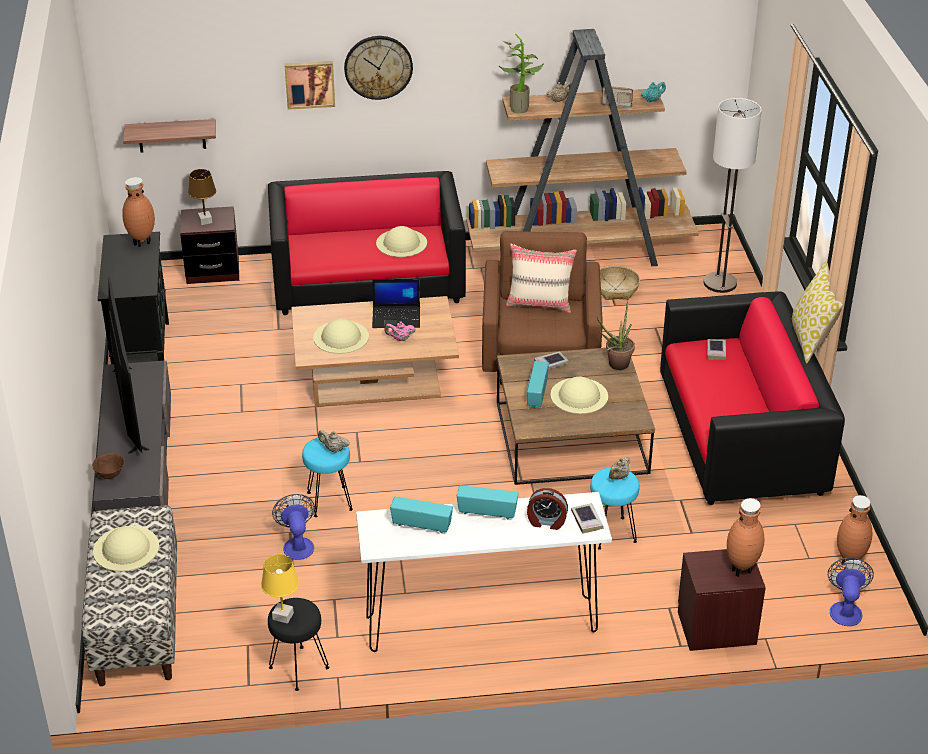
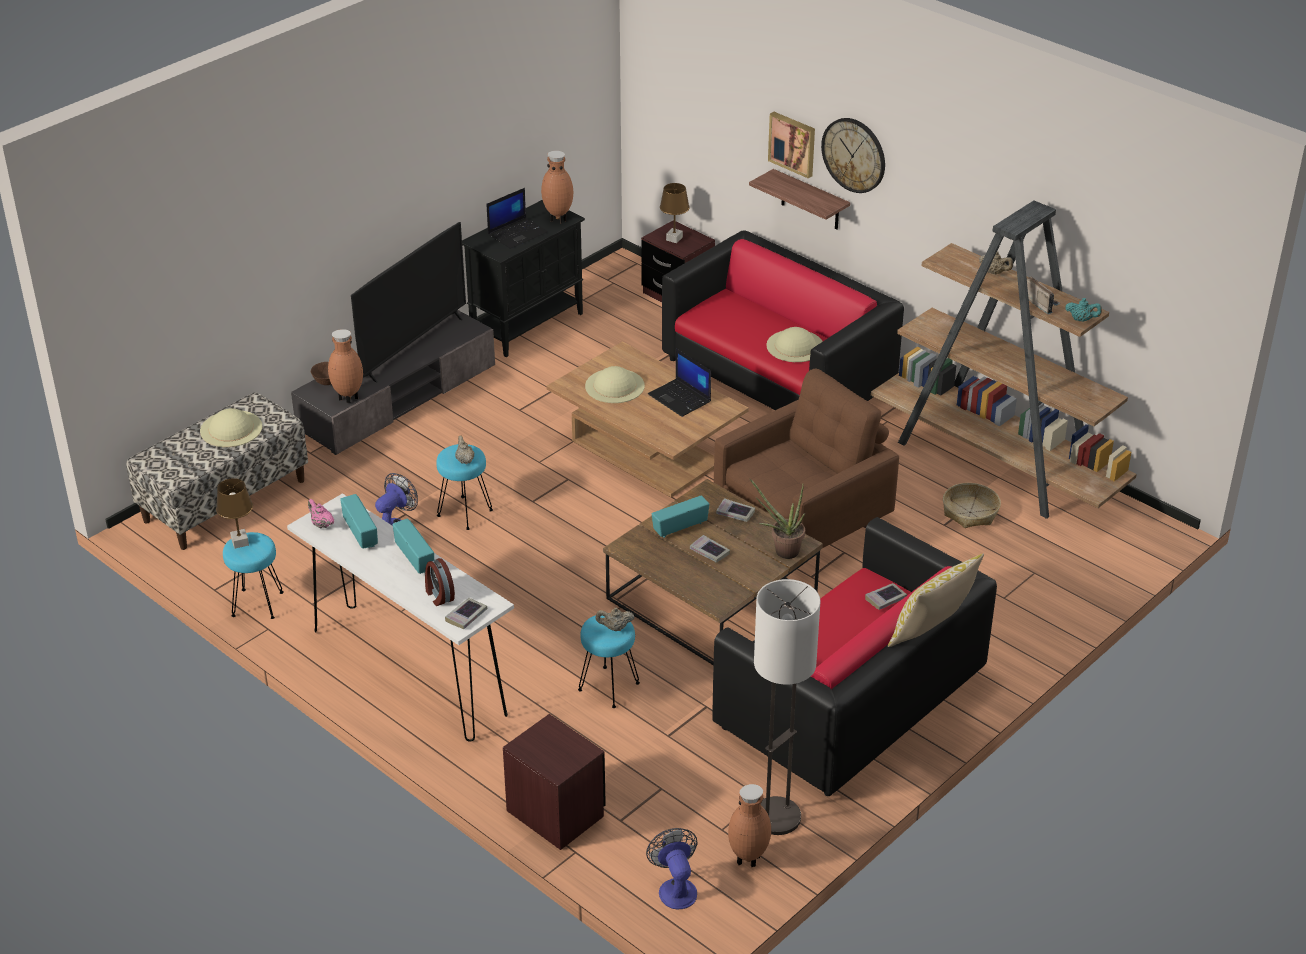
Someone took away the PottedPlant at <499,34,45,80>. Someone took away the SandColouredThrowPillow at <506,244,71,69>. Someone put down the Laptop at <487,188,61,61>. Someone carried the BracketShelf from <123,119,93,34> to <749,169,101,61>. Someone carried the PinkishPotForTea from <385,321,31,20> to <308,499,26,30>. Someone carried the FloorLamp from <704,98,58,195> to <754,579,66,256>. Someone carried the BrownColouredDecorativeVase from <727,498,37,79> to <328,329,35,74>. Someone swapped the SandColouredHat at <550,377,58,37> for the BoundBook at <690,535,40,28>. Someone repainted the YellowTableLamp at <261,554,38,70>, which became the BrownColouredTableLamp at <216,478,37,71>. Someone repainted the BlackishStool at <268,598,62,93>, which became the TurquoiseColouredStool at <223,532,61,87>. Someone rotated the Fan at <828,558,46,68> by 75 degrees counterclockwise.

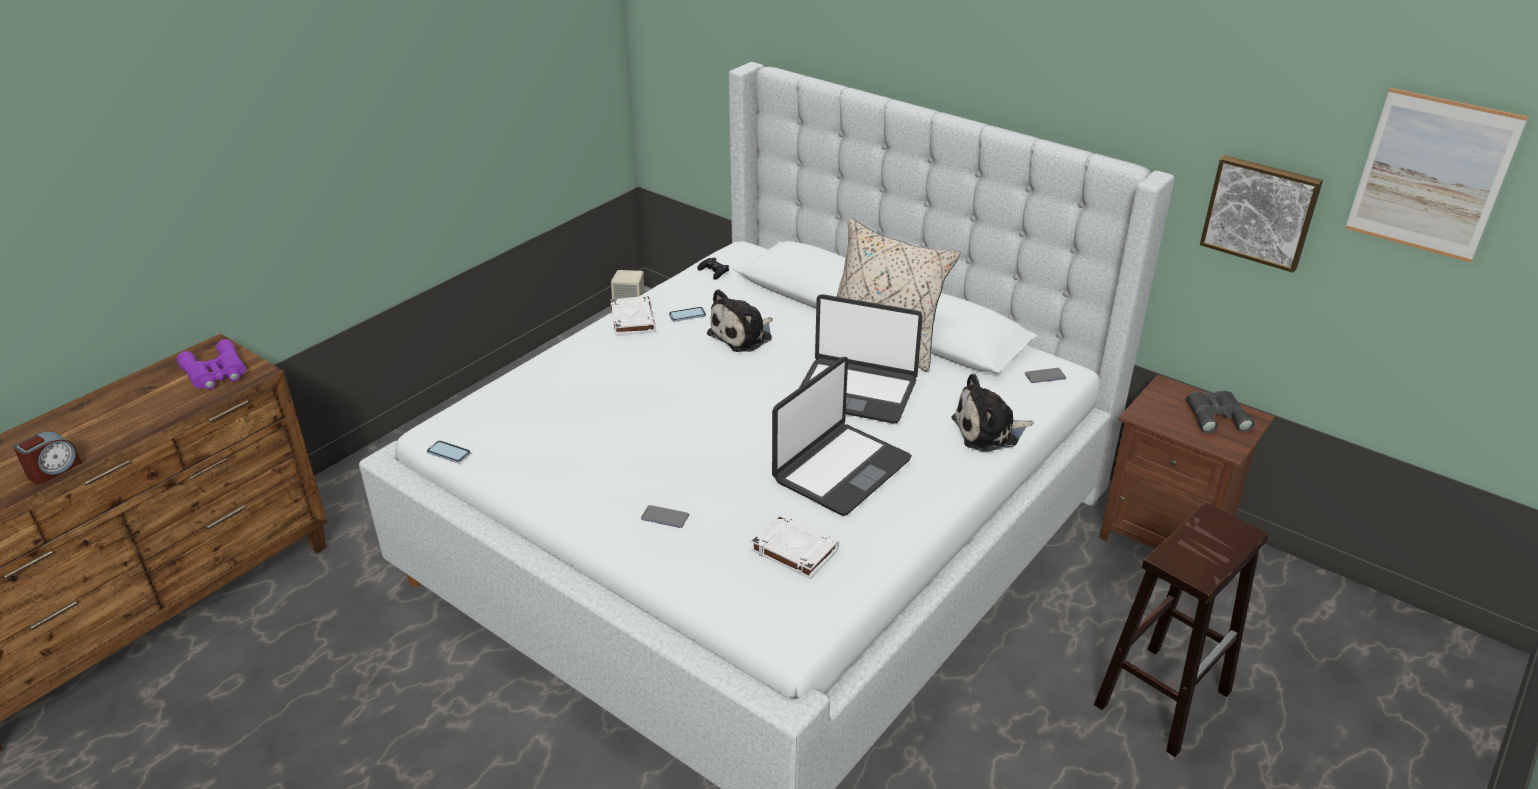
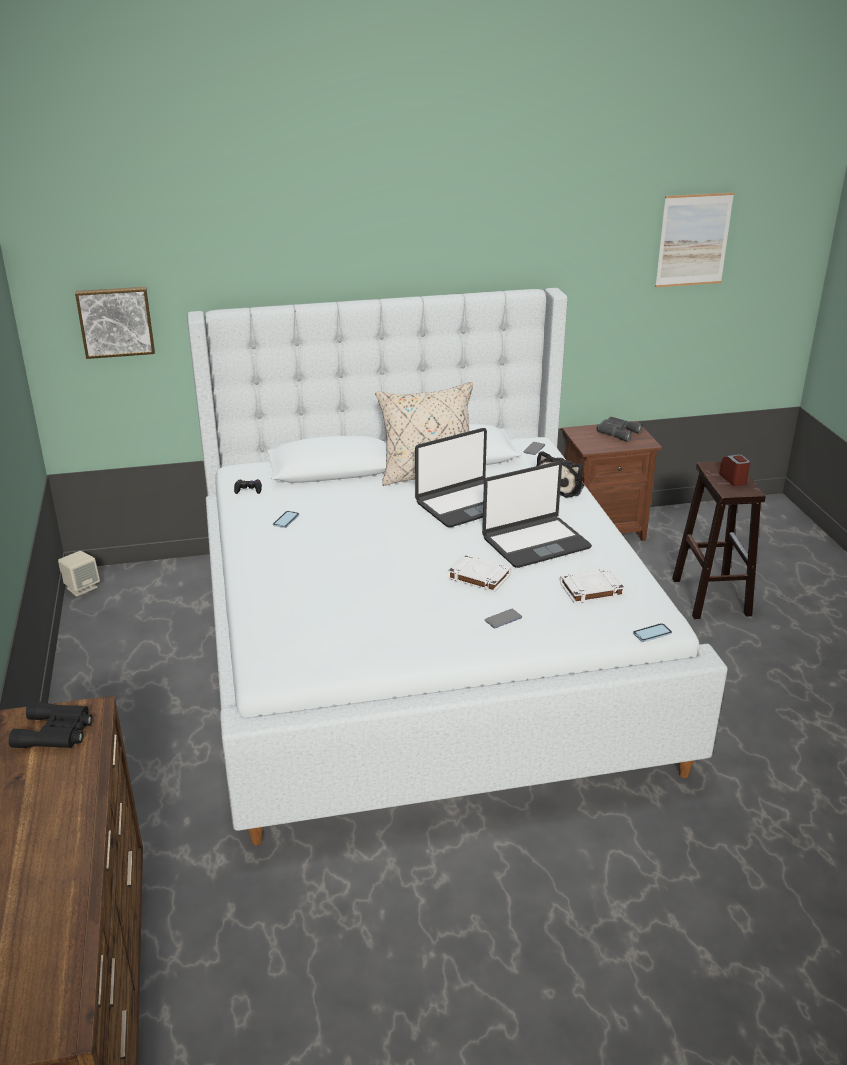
Someone took away the SoftToy at <707,289,66,63>. Someone carried the TableClock from <14,431,68,54> to <719,454,31,32>. Someone carried the Telephone from <427,440,43,23> to <633,623,39,19>. Someone carried the WhiteColouredBoundBook from <611,296,45,40> to <448,554,63,38>. Someone carried the WallPicture from <1200,155,123,118> to <75,287,80,72>. Someone repainted the PurpleFieldGlasses at <177,339,69,50>, which became the BlackishFieldGlasses at <9,701,83,47>. Someone rotated the Laptop at <772,357,140,159> by 75 degrees clockwise.

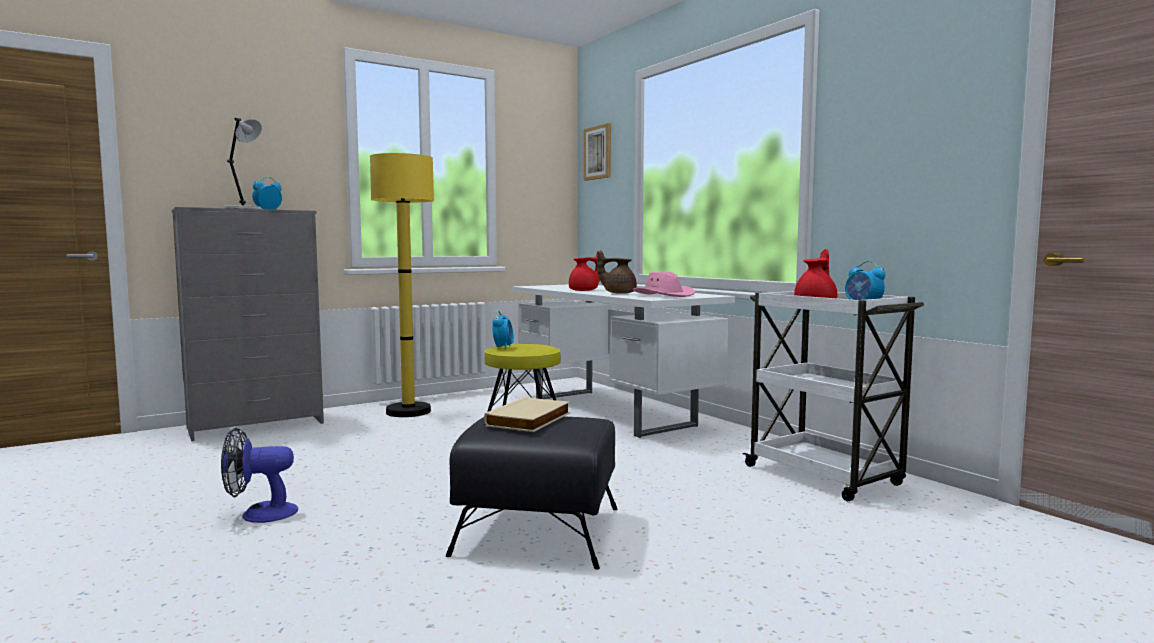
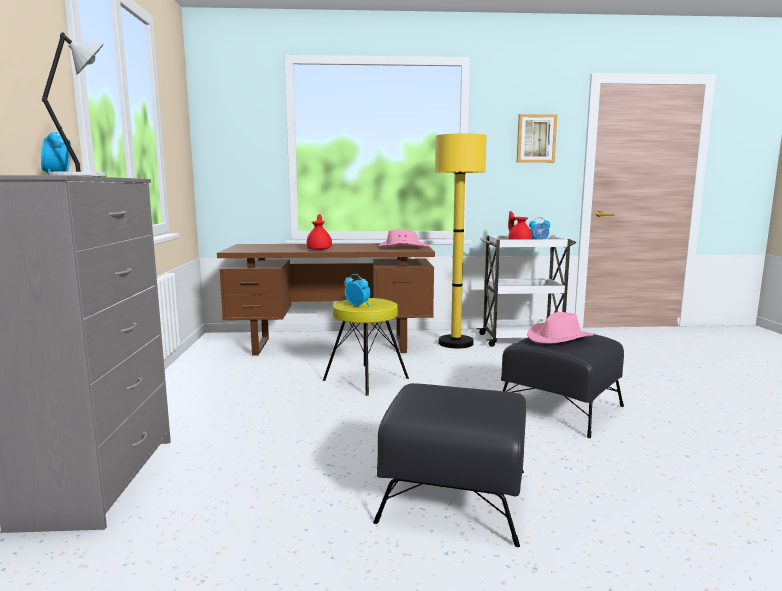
Someone took away the BrownColouredPotForTea at <597,251,40,43>. Someone carried the YellowFloorLamp from <370,153,64,264> to <435,133,52,215>. Someone carried the WallPicture from <584,123,27,58> to <517,114,40,49>. Someone swapped the Fan at <221,428,77,95> for the BlackishOttoman at <373,383,153,164>. Someone swapped the SandColouredBoundBook at <484,397,86,35> for the PinkishHat at <527,312,67,32>. Someone repainted the WhiteColouredDesk at <512,284,223,154>, which became the BrownColouredDesk at <217,243,218,113>.

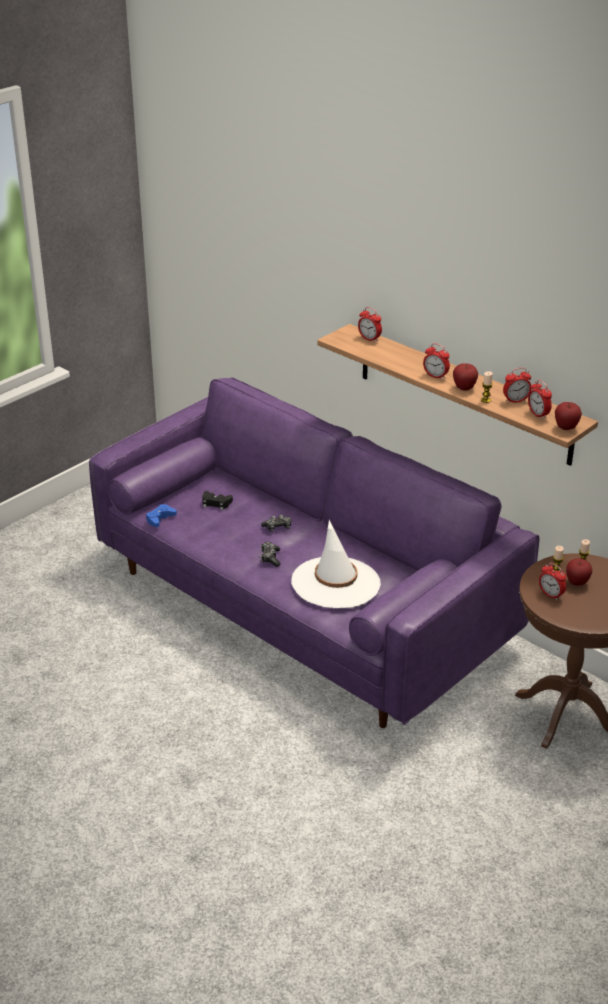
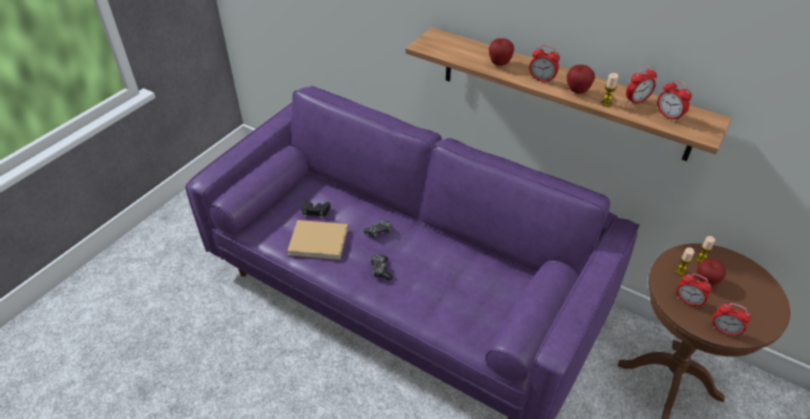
Someone took away the BluishGameController at <146,504,31,23>. Someone took away the WhiteColouredHat at <291,520,90,89>. Someone put down the SandColouredBoundBook at <287,220,61,40>. Someone carried the TableClock from <358,307,24,36> to <712,303,39,34>. Someone carried the AppleFruit from <555,402,27,28> to <489,38,25,28>.

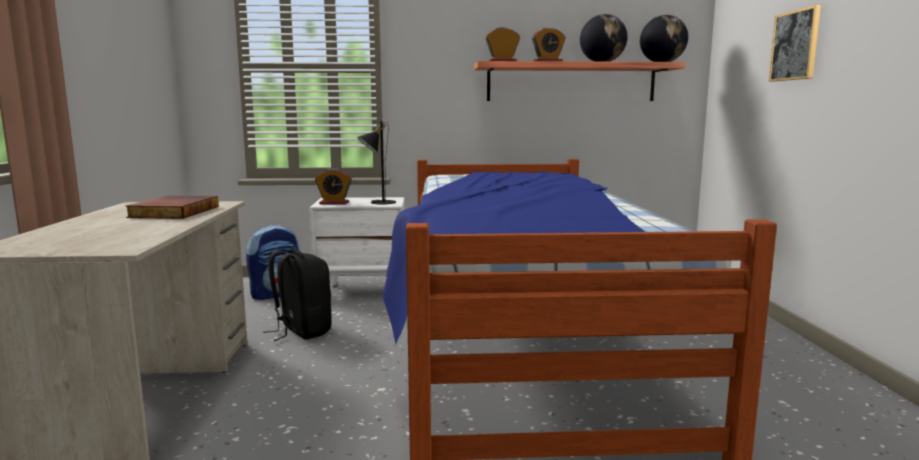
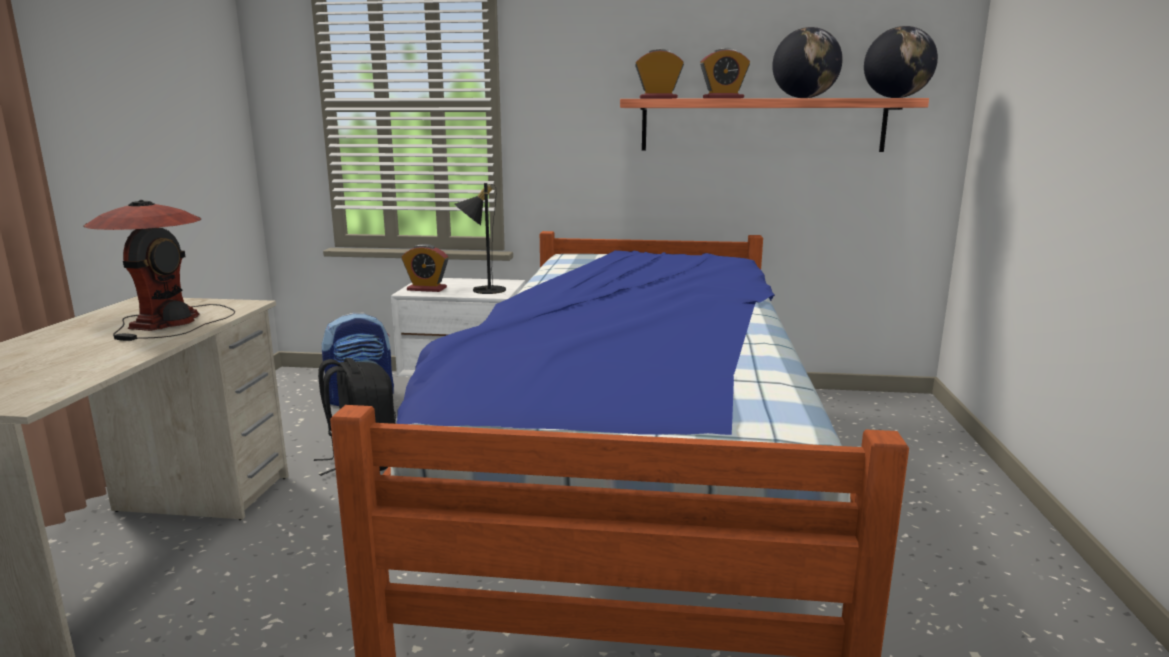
Someone took away the WallPicture at <769,5,52,77>. Someone swapped the BoundBook at <125,195,94,24> for the TableLamp at <83,200,152,141>.

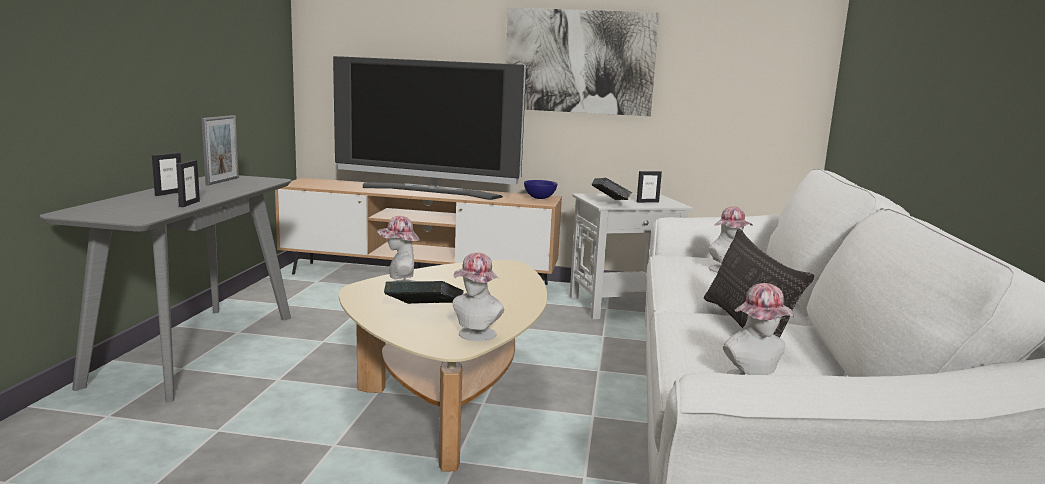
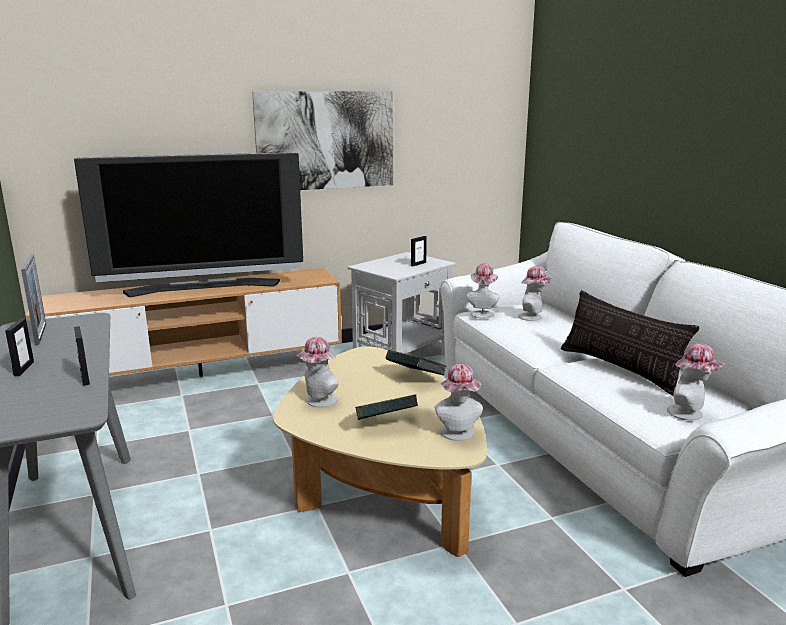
Someone took away the BluishDeepDish at <524,180,33,19>. Someone put down the Hat at <467,263,33,56>. Someone carried the BoundBook from <591,178,41,22> to <385,350,62,25>.

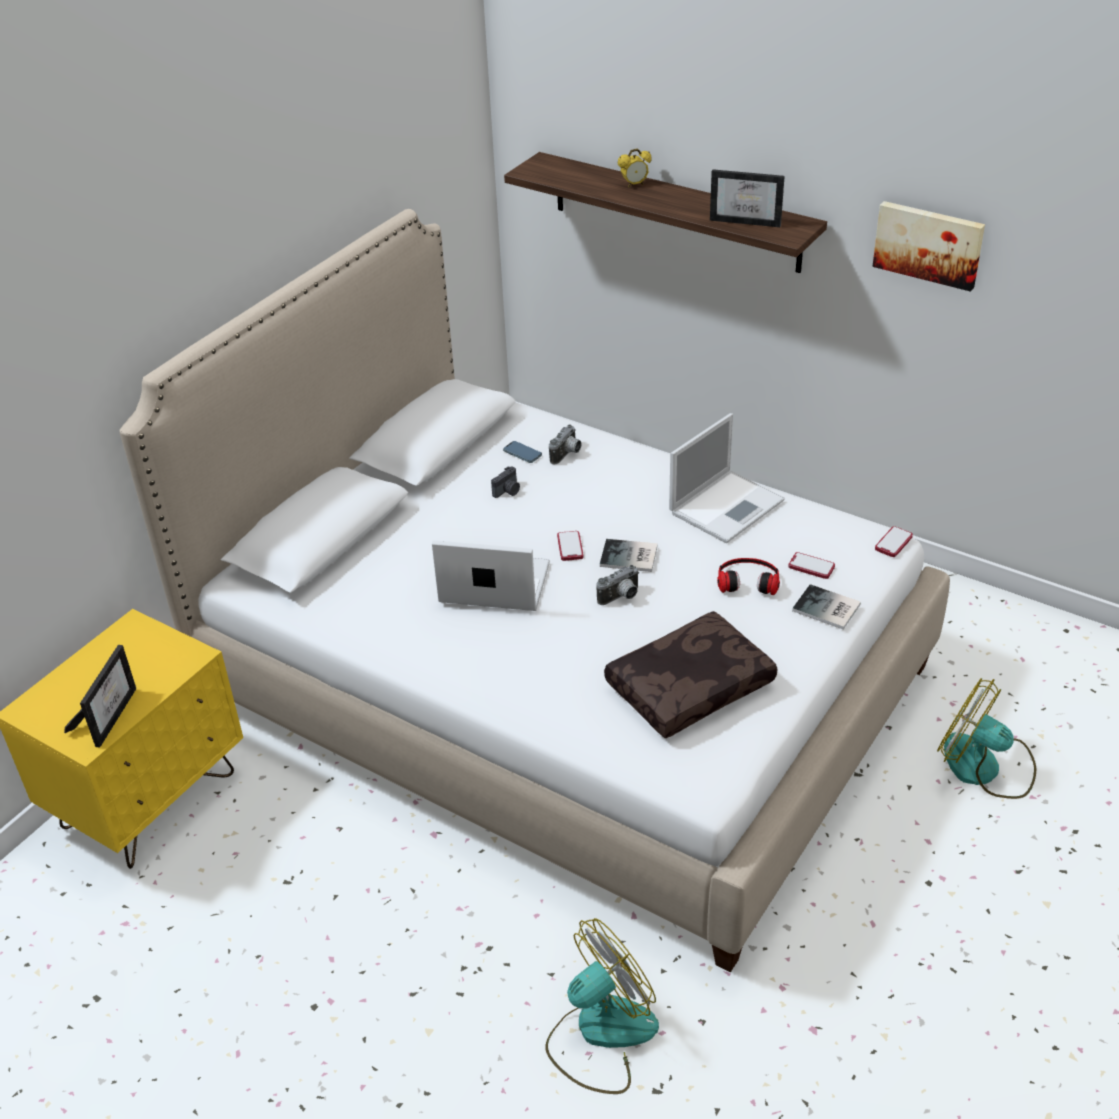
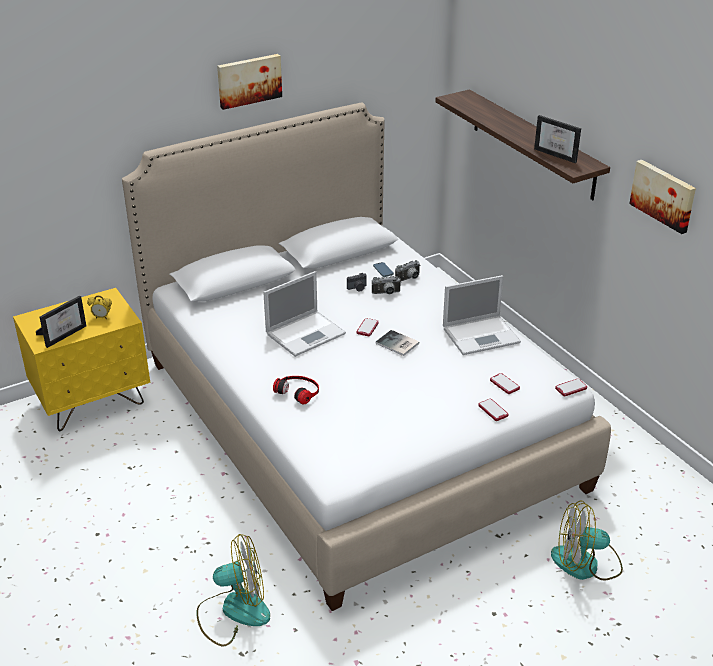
Someone took away the BrownColouredThrowPillow at <604,611,173,128>. Someone put up the WallPicture at <217,54,65,56>. Someone carried the PhotoCamera from <597,565,42,40> to <372,276,29,18>. Someone carried the TableClock from <618,149,34,38> to <87,296,25,23>. Someone carried the Headset from <717,558,63,37> to <273,376,46,29>. Someone swapped the BoundBook at <792,584,69,46> for the Telephone at <478,399,30,22>. Someone rotated the Laptop at <432,540,118,71> by 105 degrees clockwise. Someone rotated the Fan at <937,678,99,121> by 60 degrees counterclockwise.

